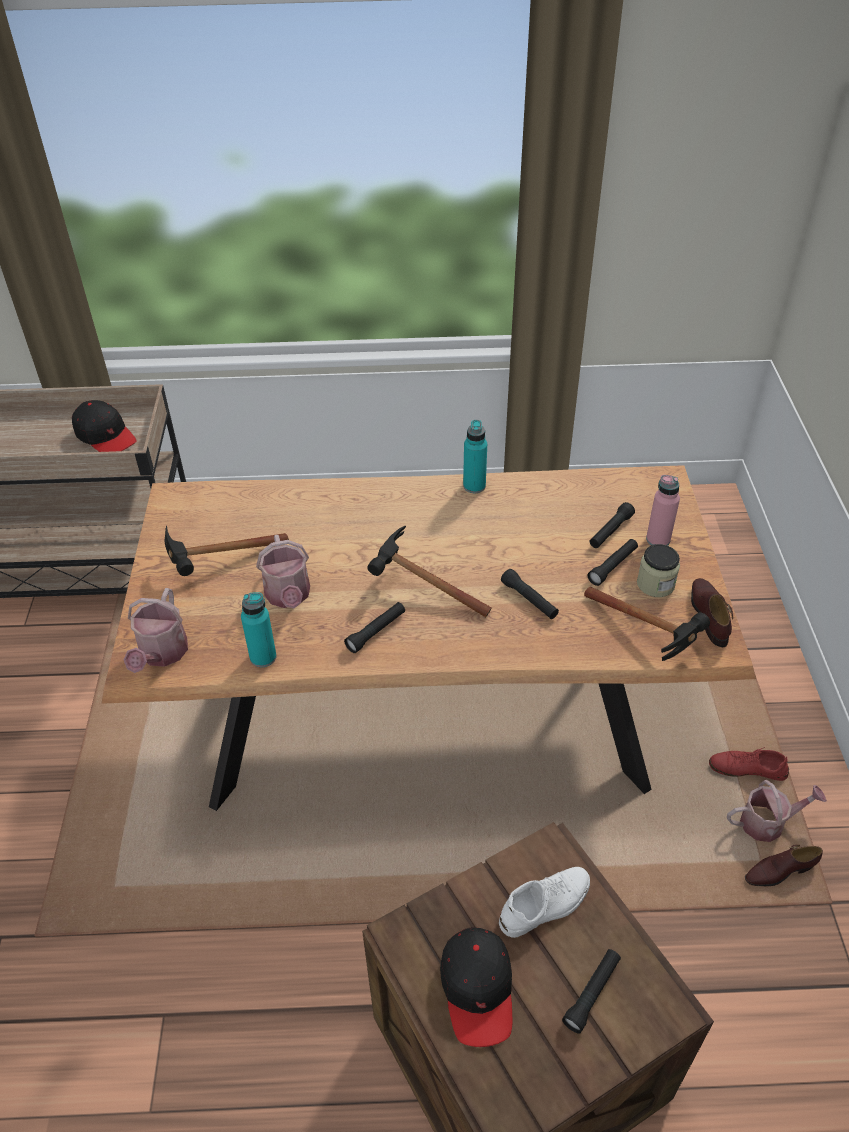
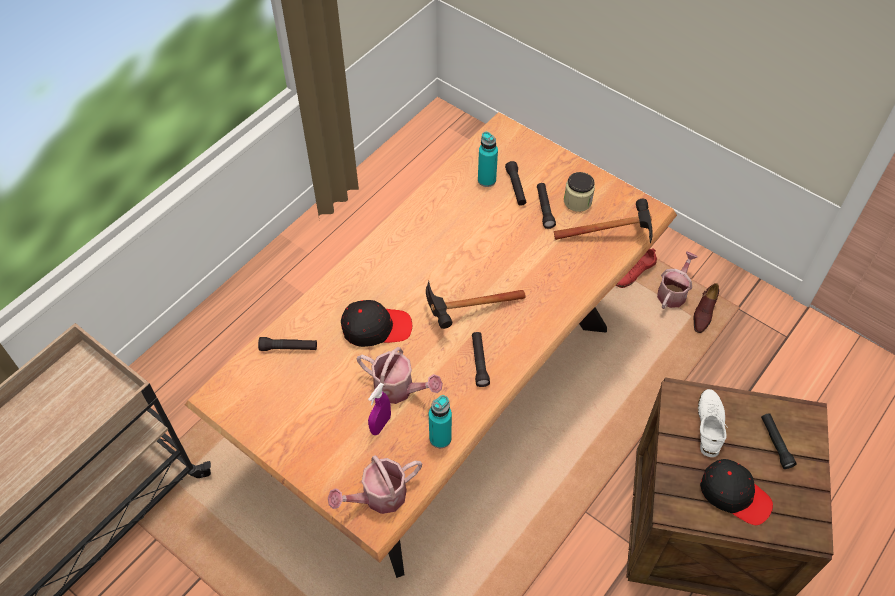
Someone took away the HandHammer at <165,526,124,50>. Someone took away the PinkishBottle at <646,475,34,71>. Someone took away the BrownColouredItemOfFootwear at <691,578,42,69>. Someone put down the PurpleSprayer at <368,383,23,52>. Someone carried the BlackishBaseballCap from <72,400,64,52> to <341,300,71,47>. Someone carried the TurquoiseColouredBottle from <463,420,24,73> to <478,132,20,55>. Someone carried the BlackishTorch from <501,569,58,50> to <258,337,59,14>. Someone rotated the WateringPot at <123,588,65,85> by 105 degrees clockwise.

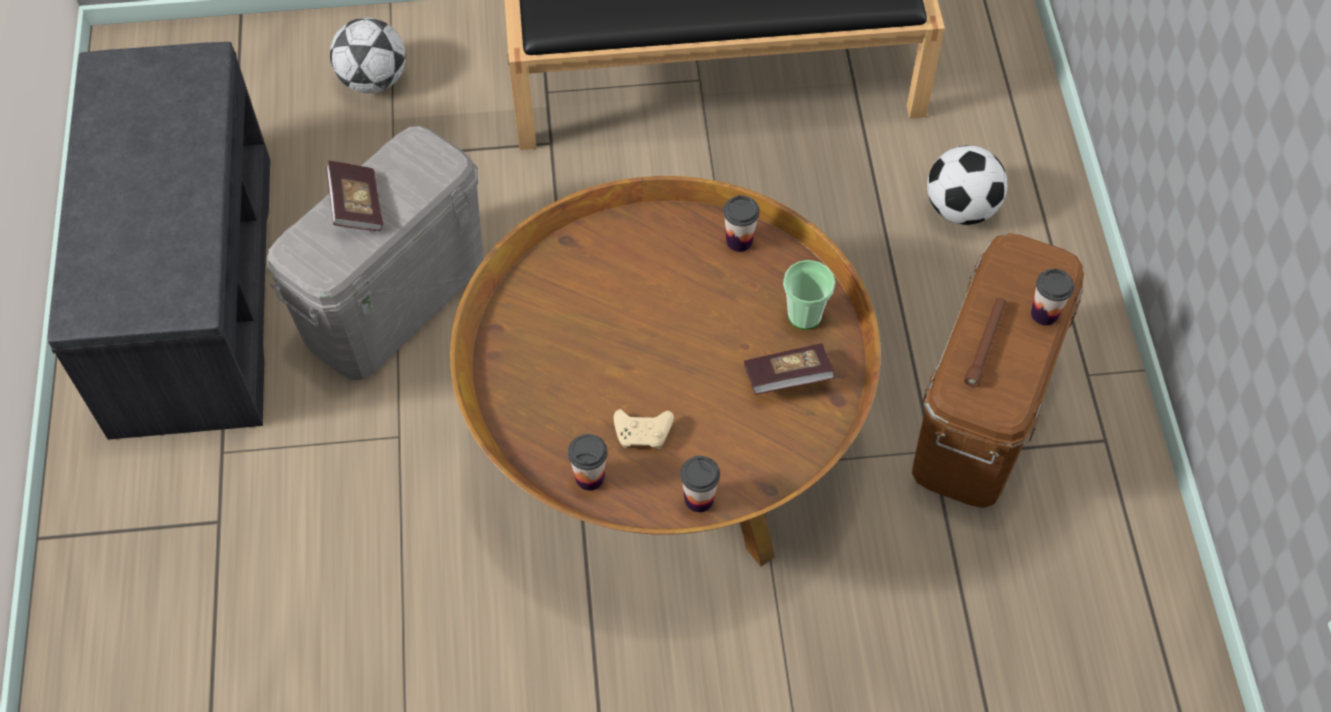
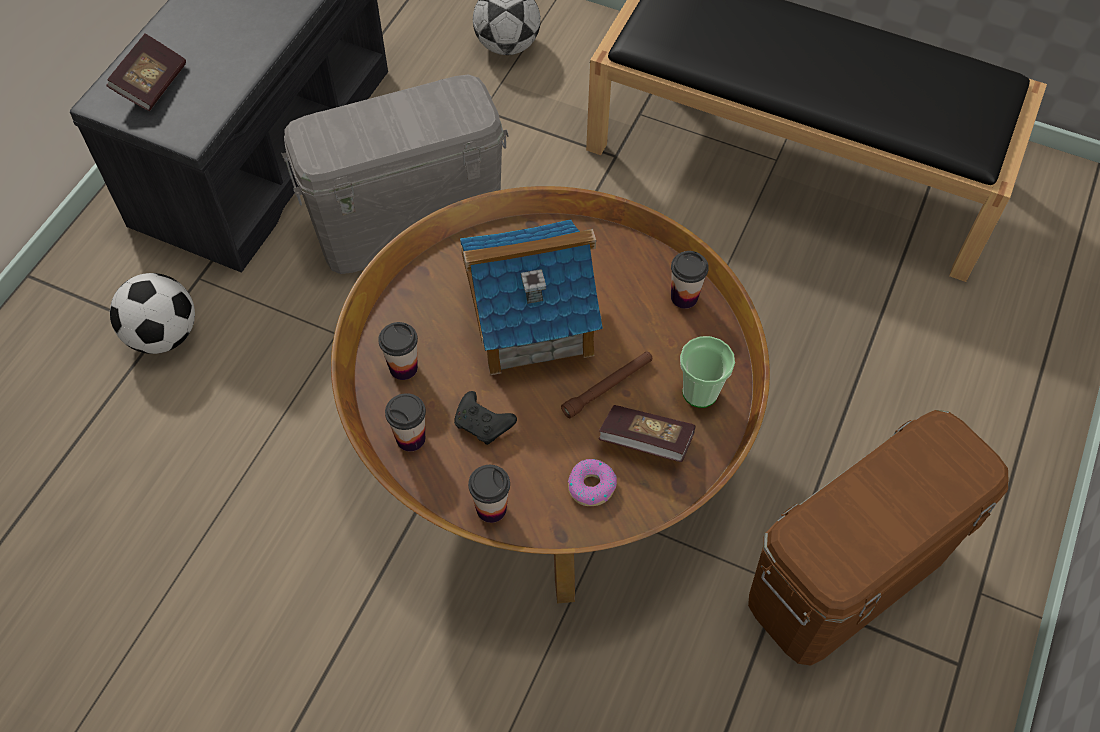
Someone put down the ToyHouse at <460,219,143,156>. Someone put down the Doughnut at <568,459,49,47>. Someone carried the BoundBook from <326,161,57,70> to <106,34,80,77>. Someone carried the BallForFootball from <927,145,80,80> to <110,273,85,81>. Someone carried the BrownColouredTorch from <964,297,42,90> to <561,351,91,67>. Someone carried the Cup from <1031,269,43,56> to <378,322,40,58>. Someone repainted the SandColouredGameController at <614,409,60,40>, which became the BlackishGameController at <454,391,63,54>.

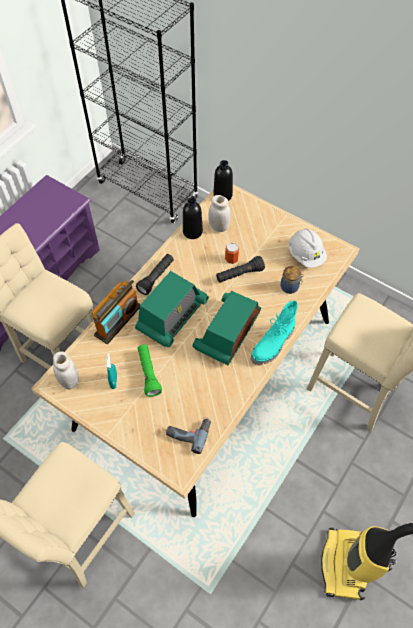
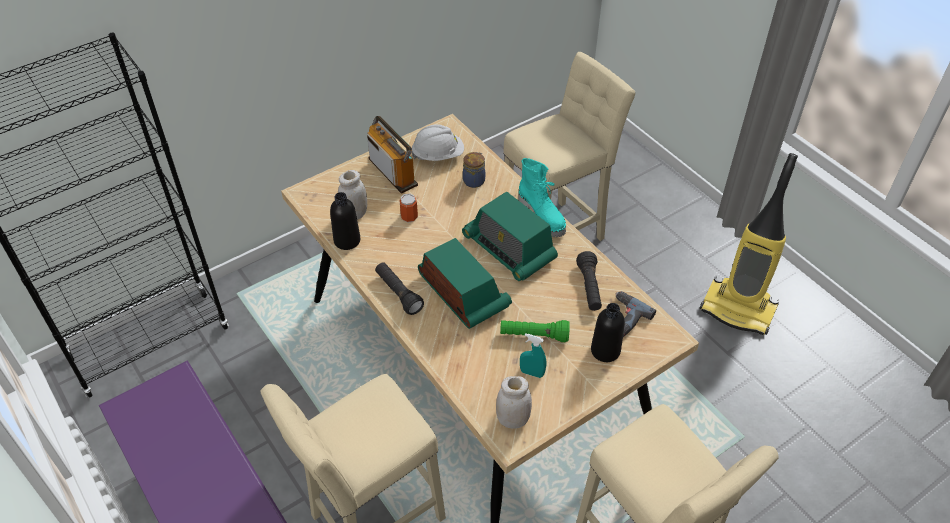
Someone carried the Radio from <92,280,49,64> to <367,116,51,78>. Someone carried the BlackishBottle from <213,160,20,41> to <591,303,34,59>. Someone carried the BlackishTorch from <216,256,49,27> to <576,251,26,60>.

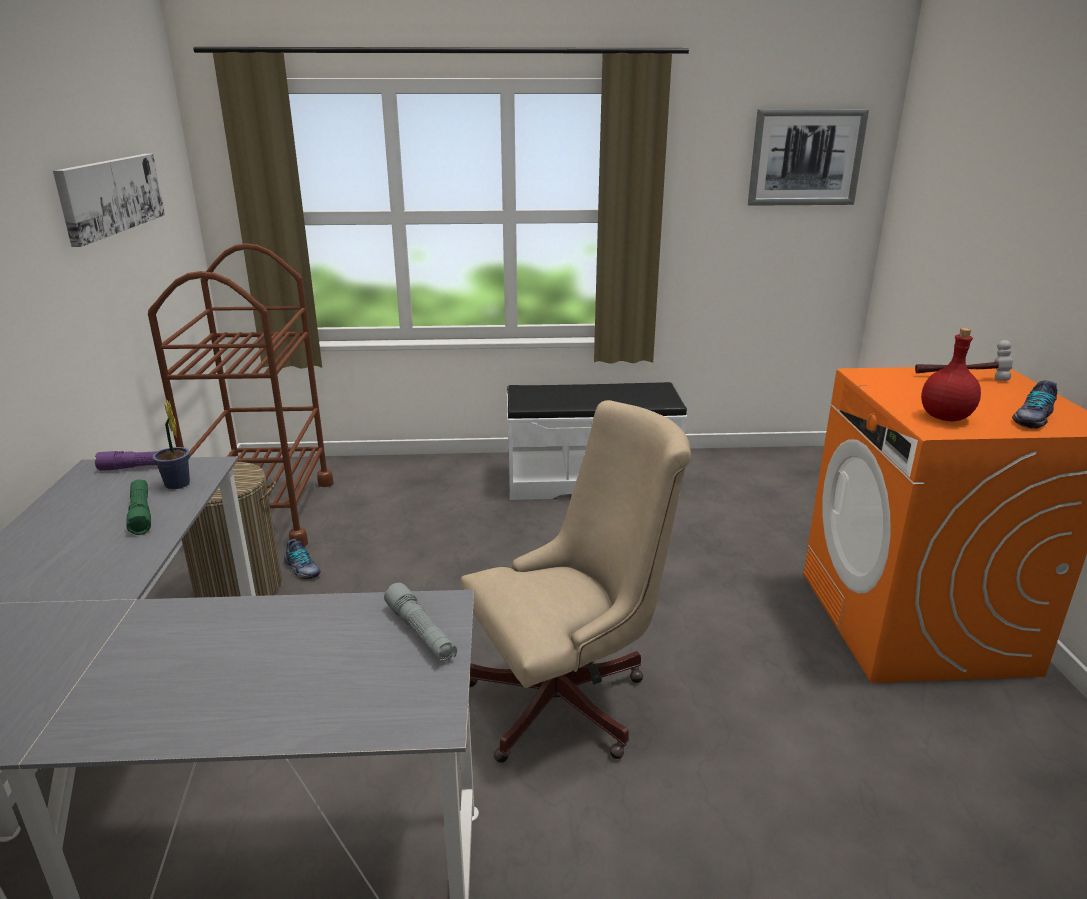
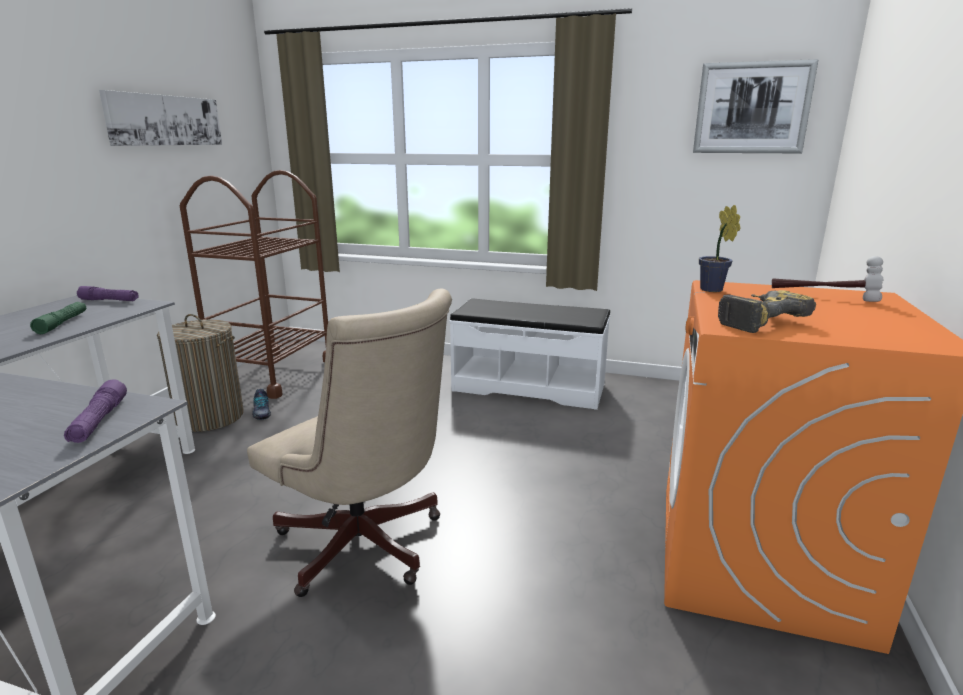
Someone took away the ItemOfFootwear at <1012,380,45,49>. Someone carried the PottedPlant from <153,399,37,90> to <699,205,41,87>. Someone swapped the ReddishBottle at <921,328,60,94> for the ElectricDrill at <718,290,98,43>. Someone repainted the GreyTorch at <384,583,73,80>, which became the PurpleTorch at <64,380,63,63>. Someone rotated the SandColouredComputerChair at <461,400,230,363> by 45 degrees clockwise.

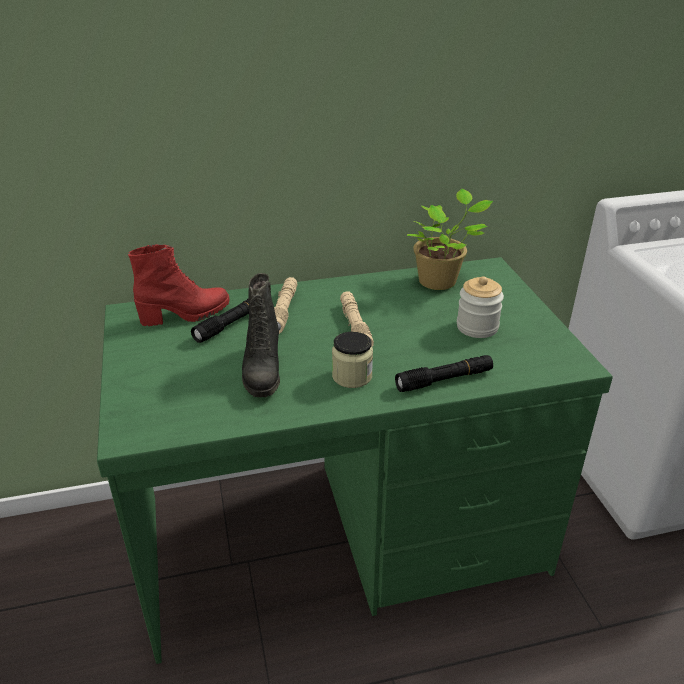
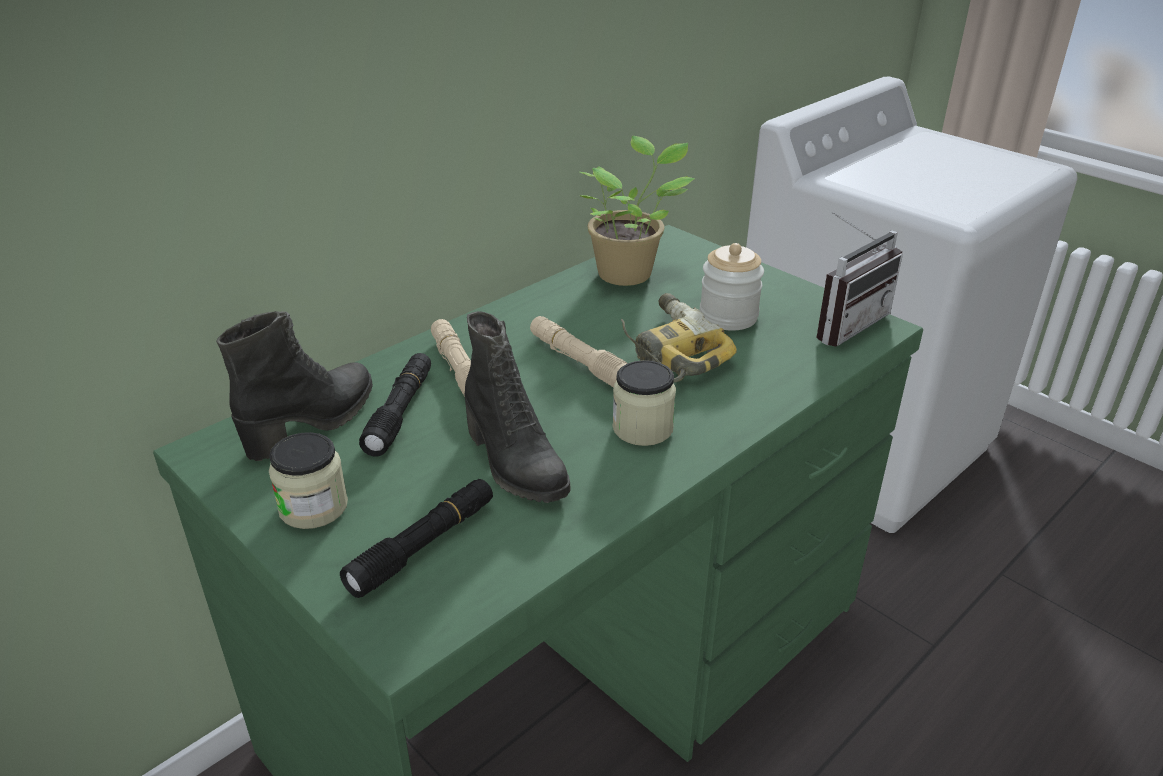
Someone put down the PreserveJar at <269,432,79,97>. Someone put down the ElectricDrill at <621,293,116,90>. Someone put down the Radio at <817,212,86,135>. Someone carried the BlackishTorch from <395,355,98,37> to <340,479,153,119>. Someone repainted the ReddishHighTopBoot at <128,244,102,82>, which became the BlackishHighTopBoot at <216,311,157,150>.

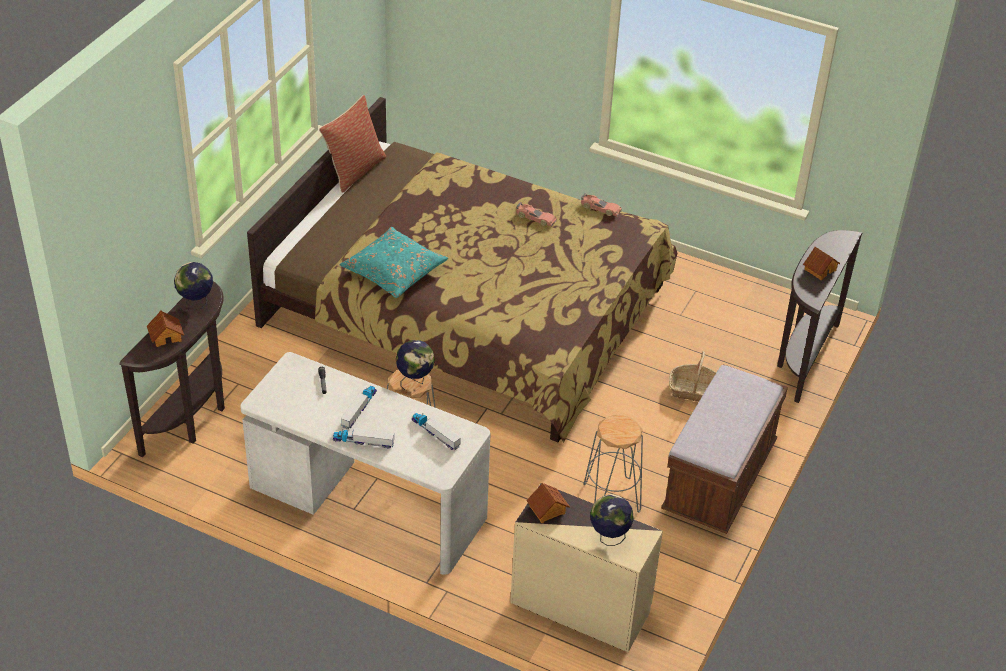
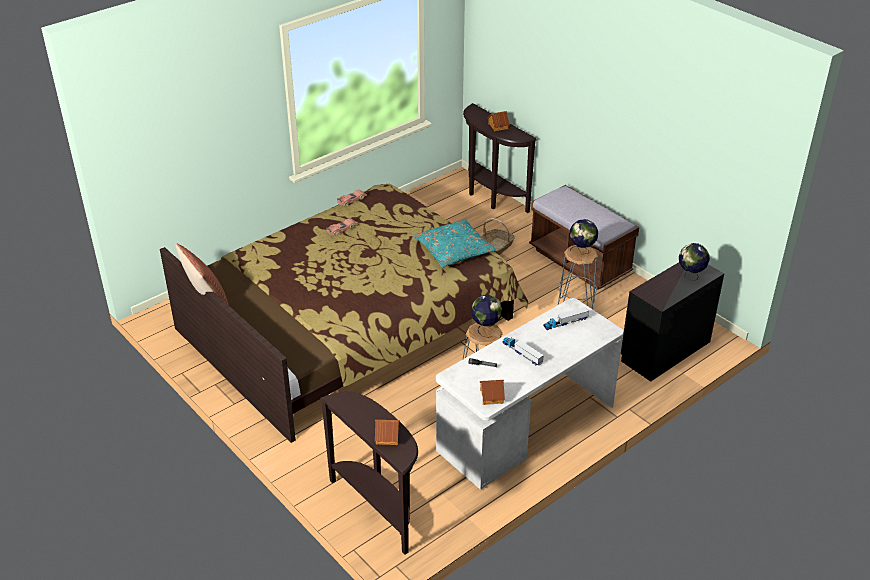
Someone took away the ModelTruck at <333,428,61,21>. Someone carried the DeskGlobe from <174,262,39,48> to <570,219,28,35>. Someone carried the TurquoiseColouredThrowPillow from <340,227,109,71> to <413,219,83,49>. Someone carried the ToyHouse from <526,483,44,40> to <480,380,25,25>. Someone repainted the SandColouredDrawerChest at <510,483,153,169>, which became the BlackishDrawerChest at <621,262,103,120>.

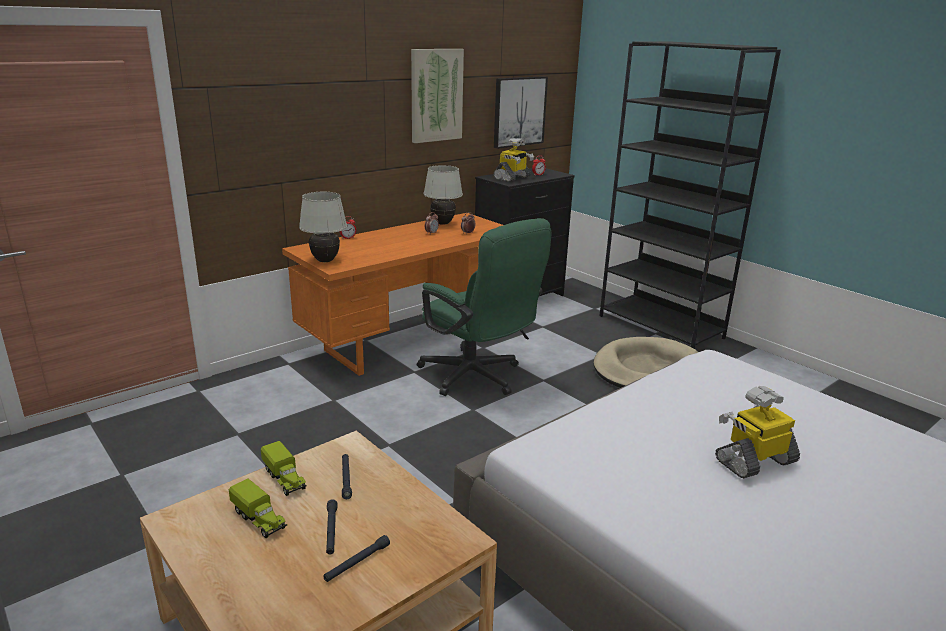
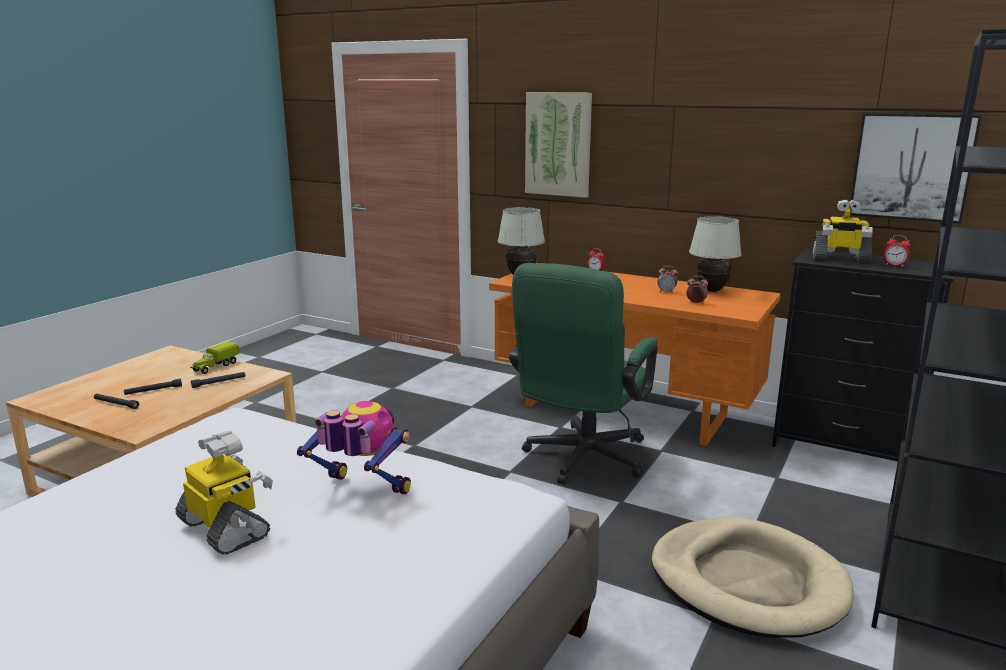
Someone took away the ModelTruck at <229,479,58,59>. Someone put down the ToyRobot at <297,401,114,94>. Someone carried the WallPicture from <411,49,53,94> to <525,92,67,106>.

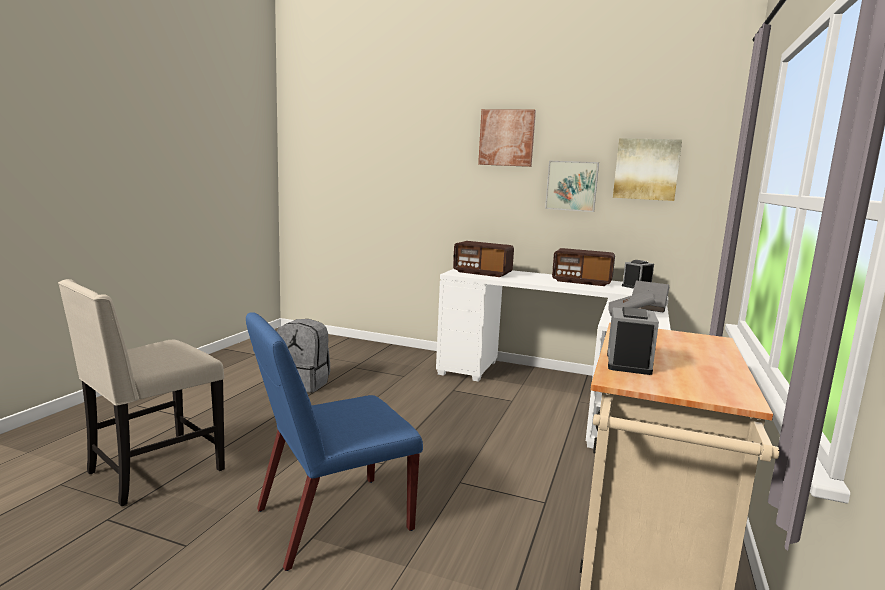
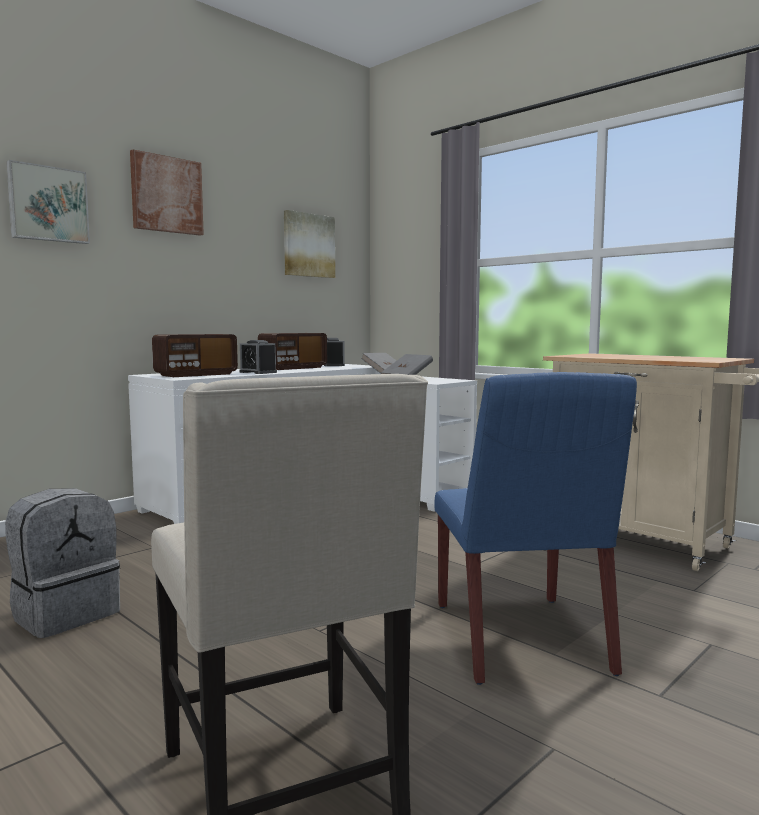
Someone carried the WallPicture from <545,161,54,51> to <6,160,84,84>. Someone carried the TableClock from <607,307,52,68> to <239,340,38,34>.

